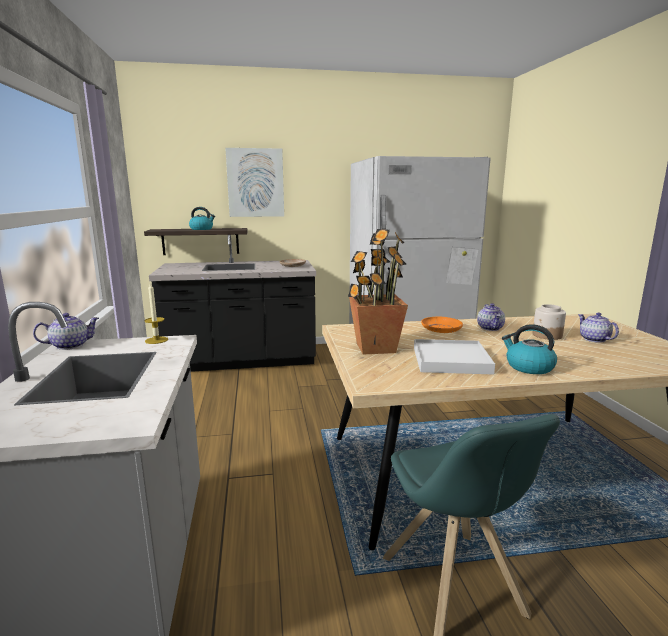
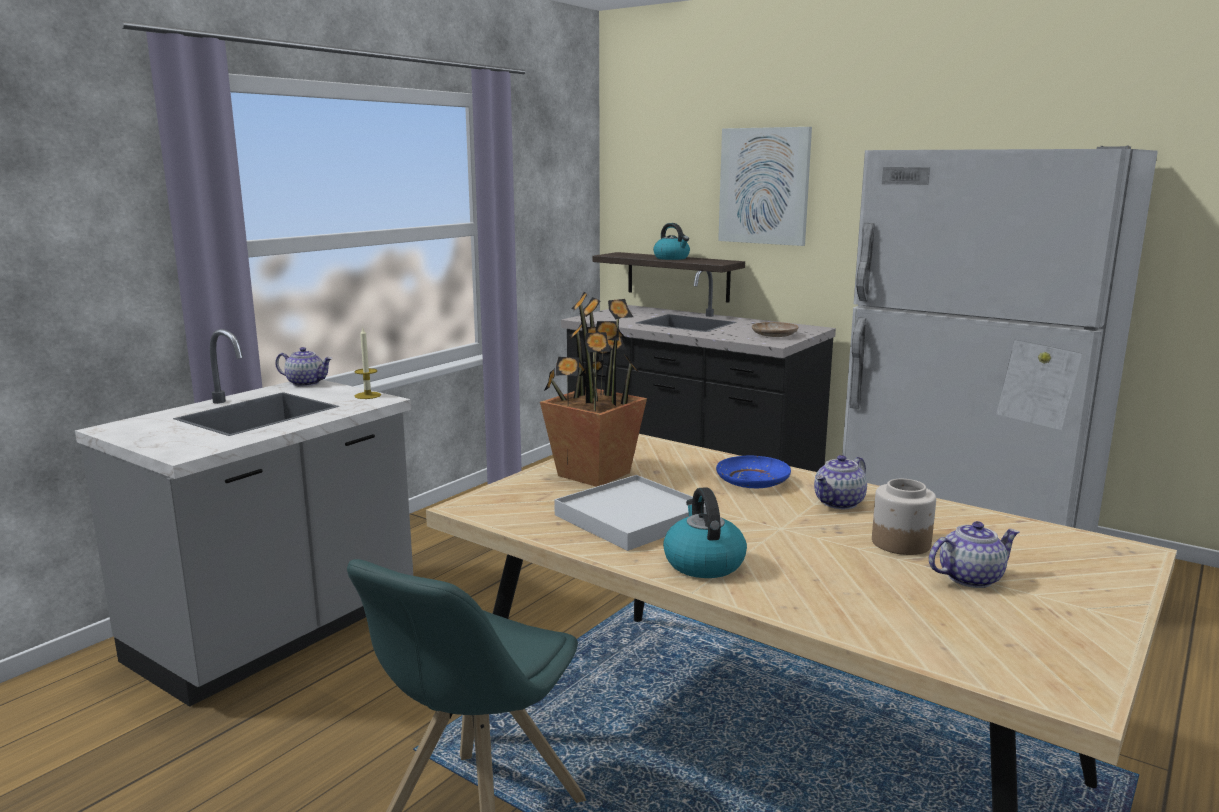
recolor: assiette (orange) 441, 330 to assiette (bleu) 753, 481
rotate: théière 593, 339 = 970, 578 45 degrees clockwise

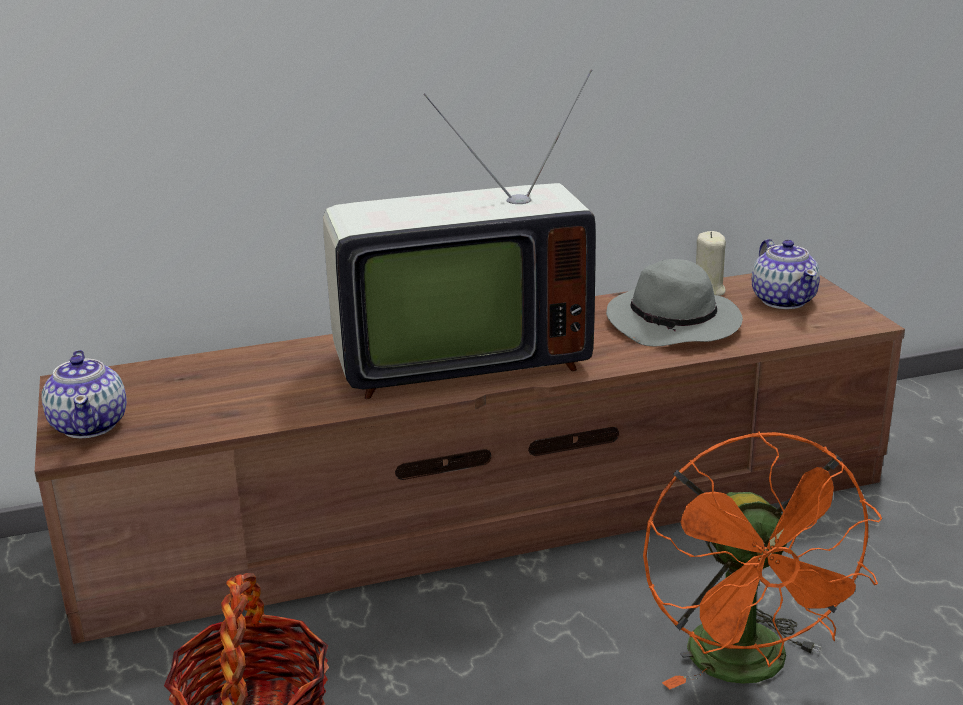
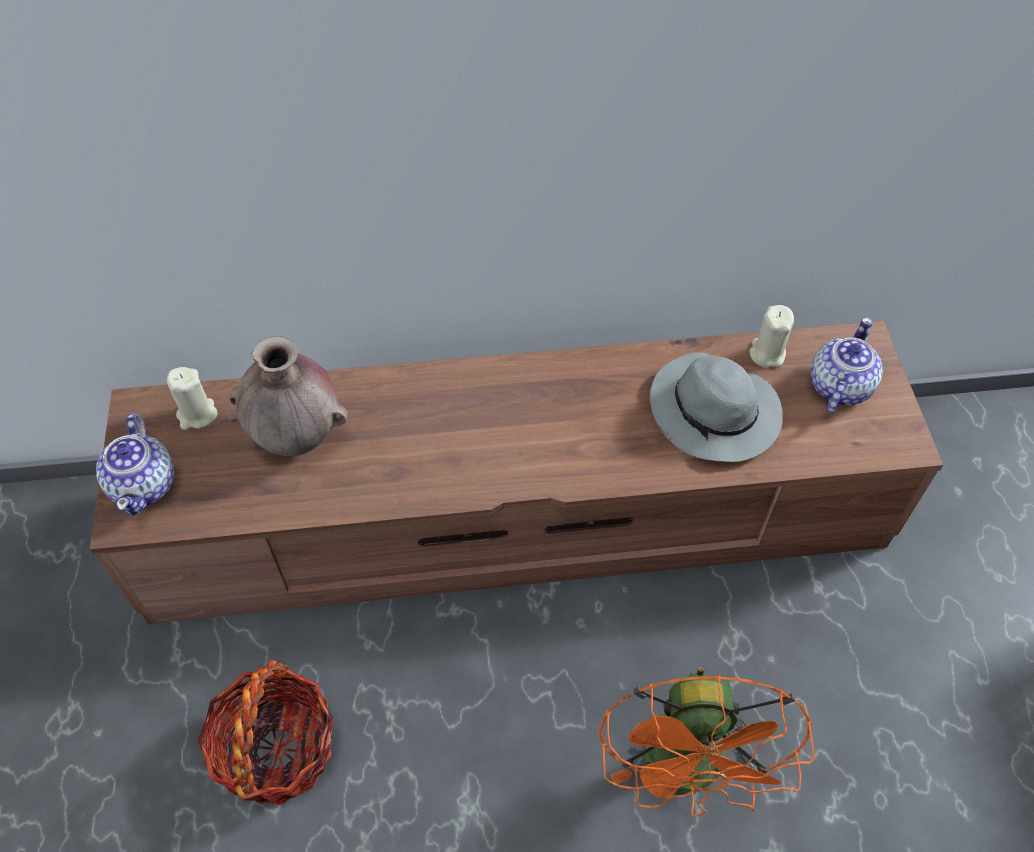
delete: téléviseur 454, 360
insert: vase (marron) 298, 436; bougie (beige) 197, 415
rotate: théière 783, 300 = 838, 387 150 degrees counterclockwise

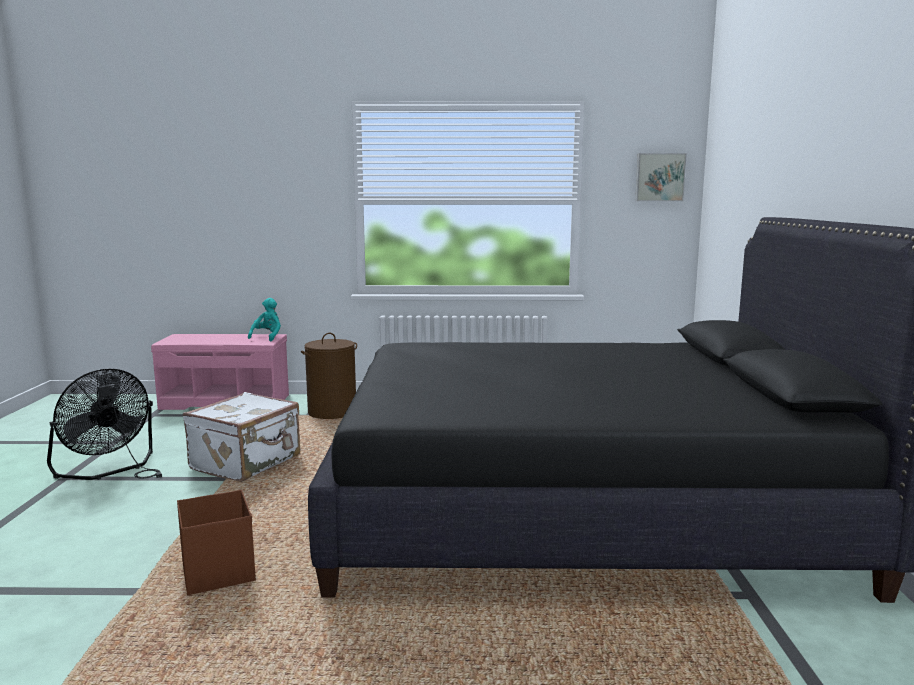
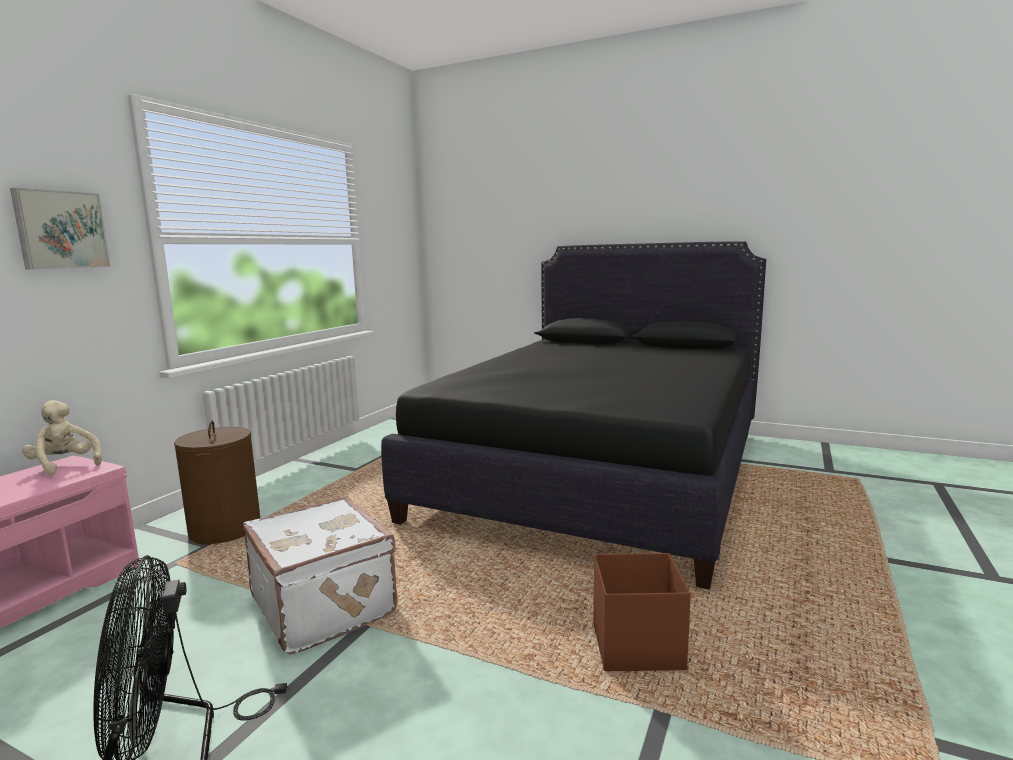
move: tableau 659, 177 to 60, 230
recolor: peluche (turquoise) 267, 337 to peluche (beige) 65, 465

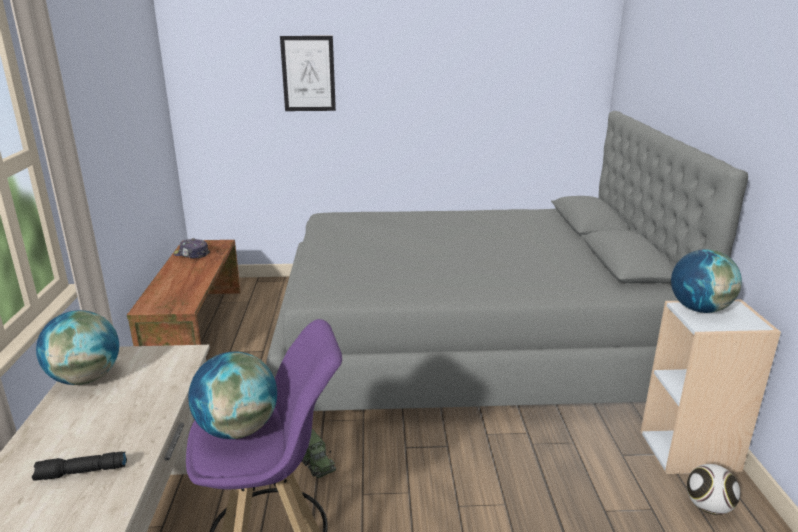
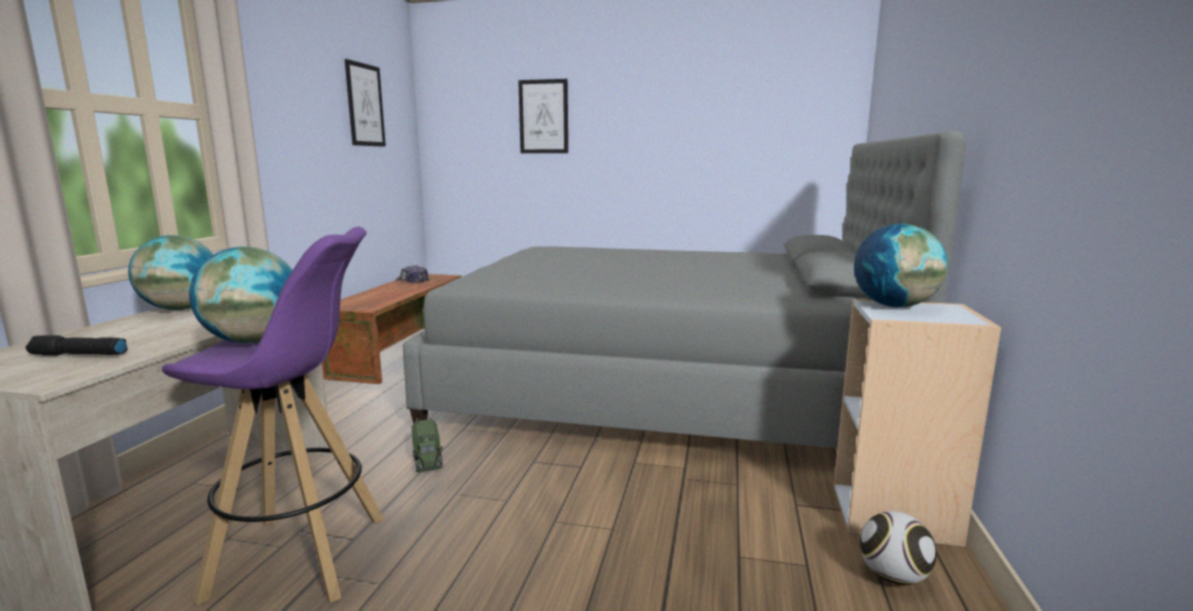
insert: tableau 365, 105

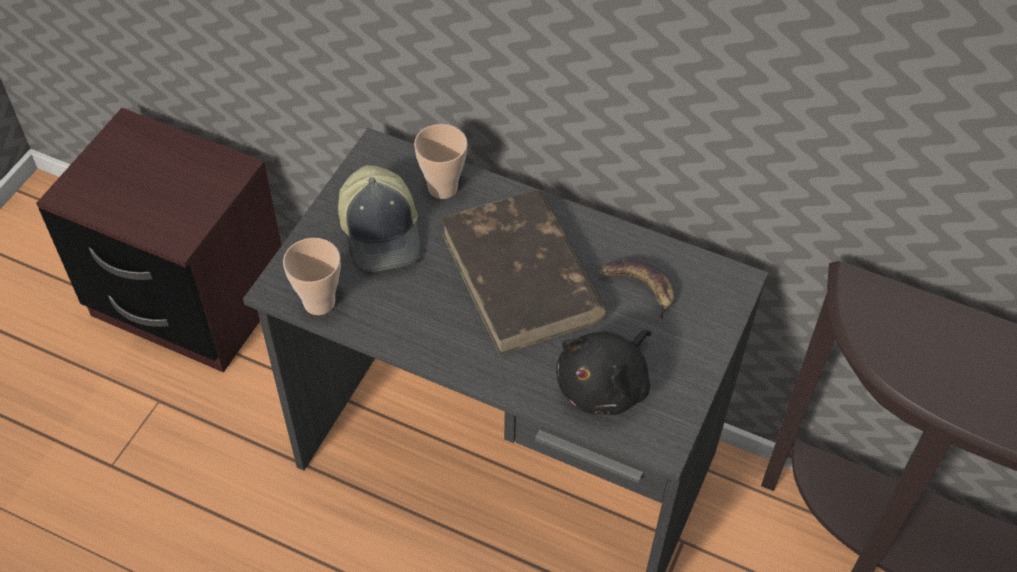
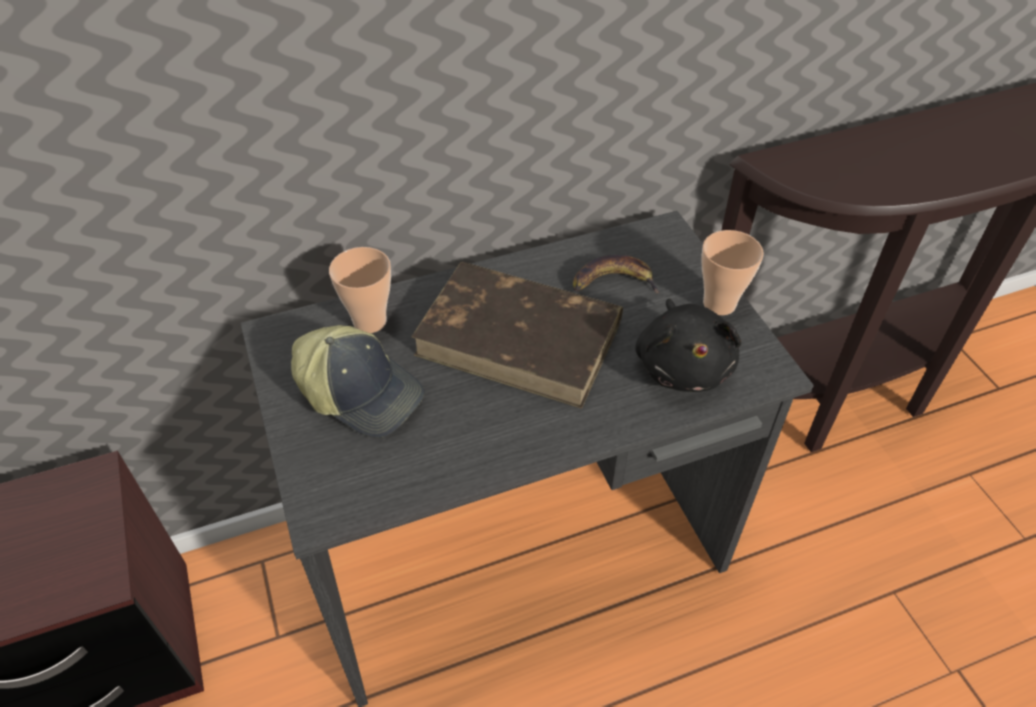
move: tasse 319, 302 to 719, 304

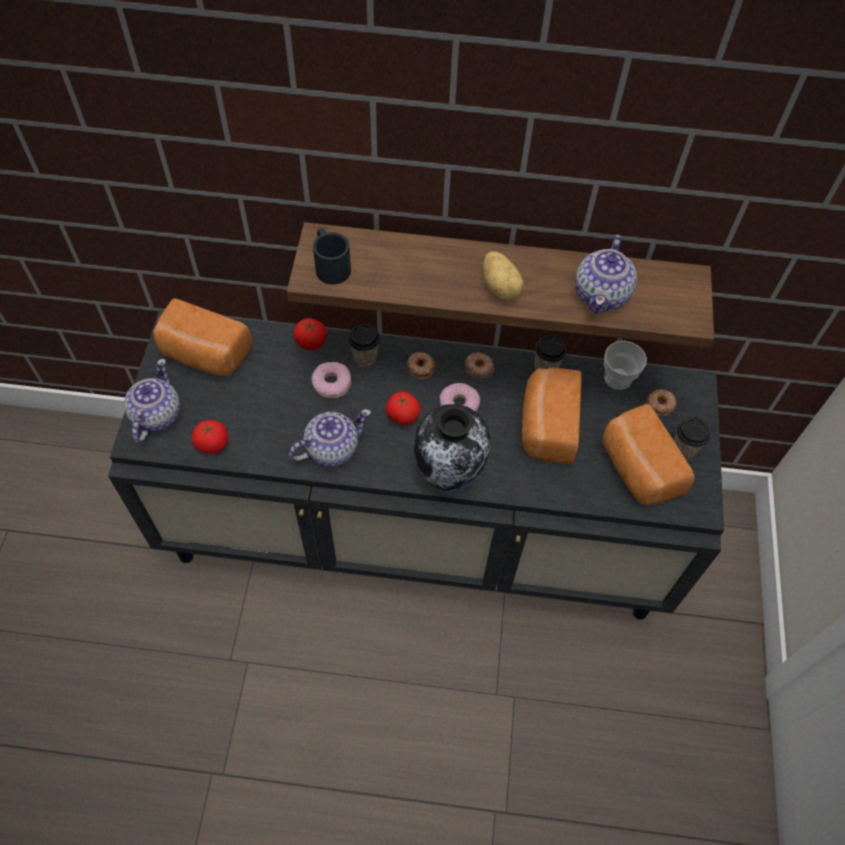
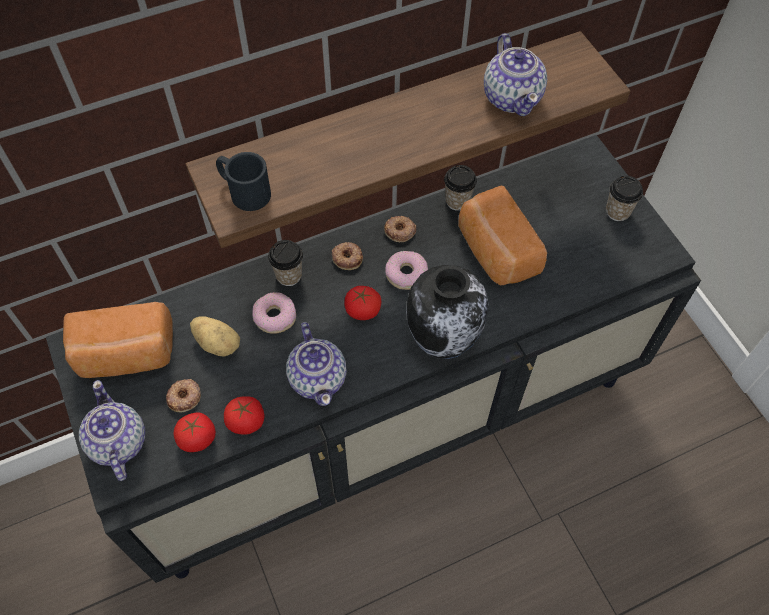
delete: tasse 618, 378; pain 637, 468
move: pomme de terre 501, 287 to 218, 343; tomate 311, 342 to 246, 422; beignet 660, 404 to 184, 397
rotate: théière 331, 449 = 318, 378 135 degrees clockwise

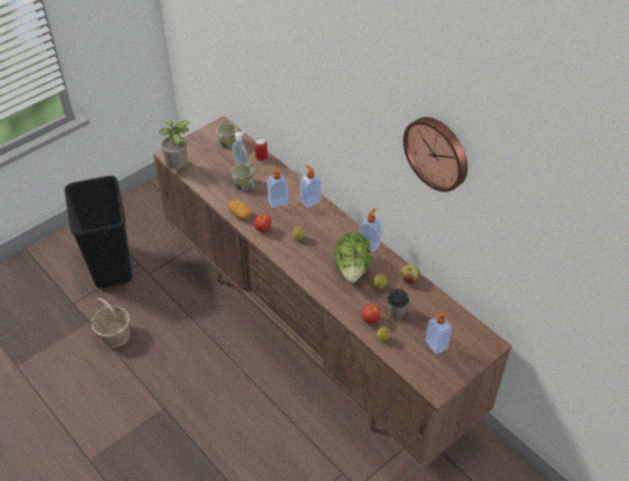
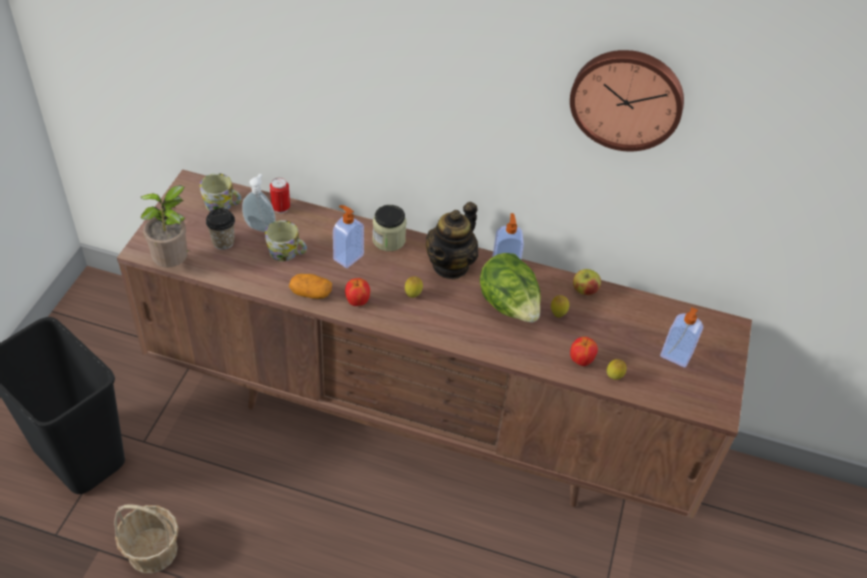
insert: théière 451, 265
move: tasse 396, 312 to 223, 242
replace: distributeur de savon 310, 201 to bocal 388, 240

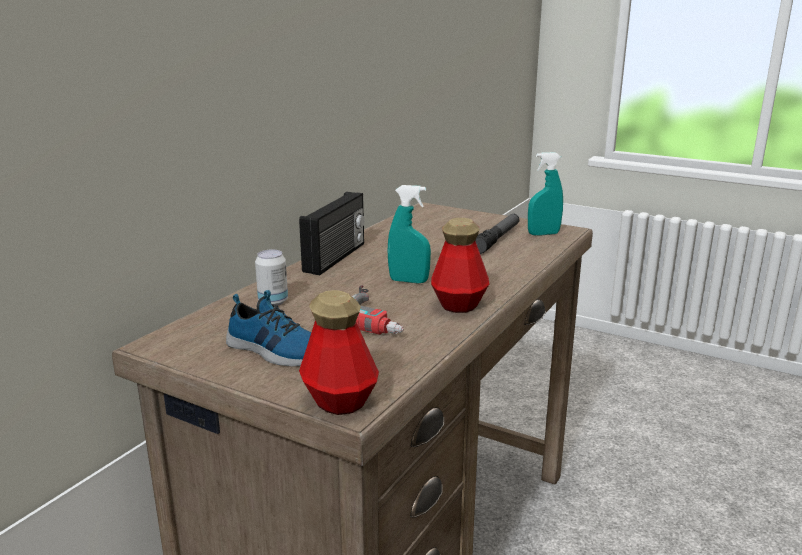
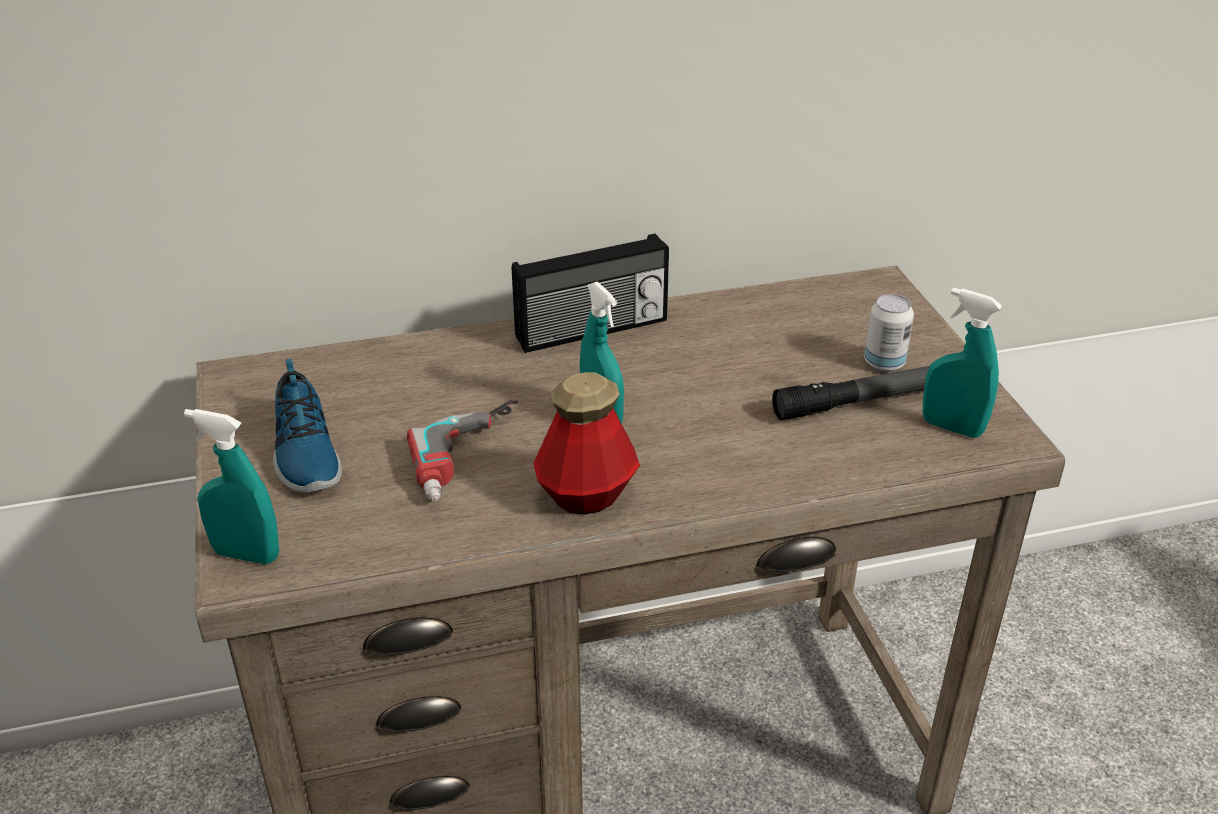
move: boîte métallique 273, 302 to 884, 363
replace: bouteille 339, 400 to vaporisateur (turquoise) 246, 554

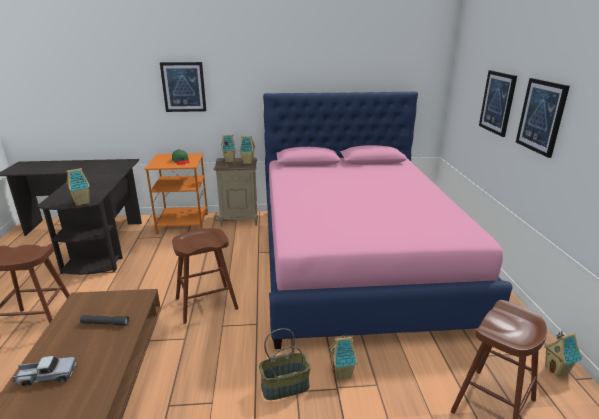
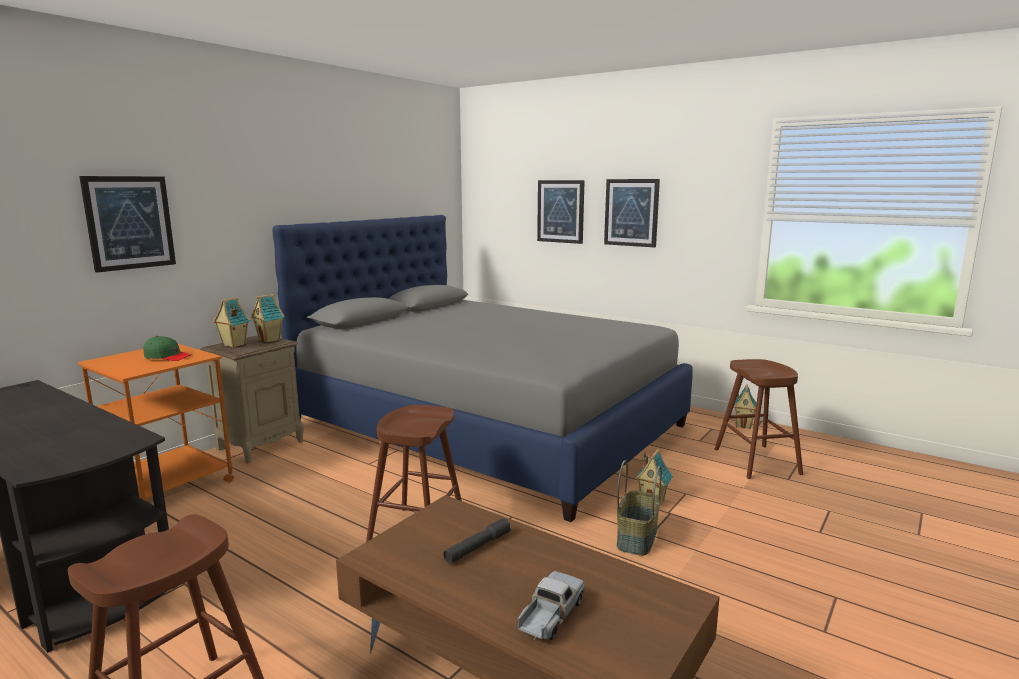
delete: maison miniature 82, 202
recolor: lit (rose) 355, 259 to lit (gris) 487, 424

